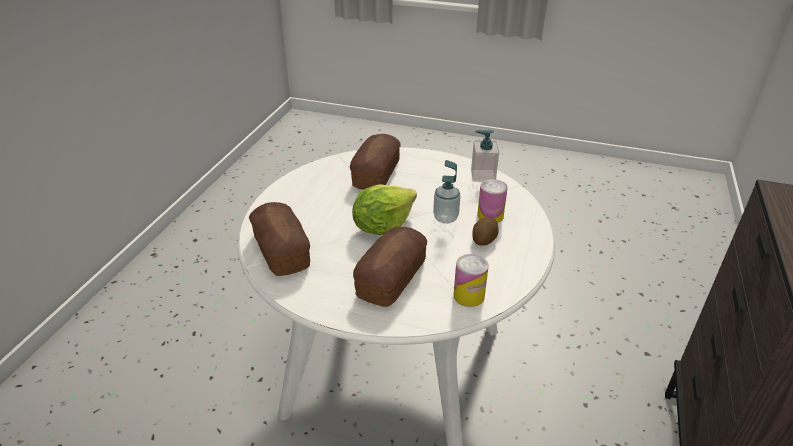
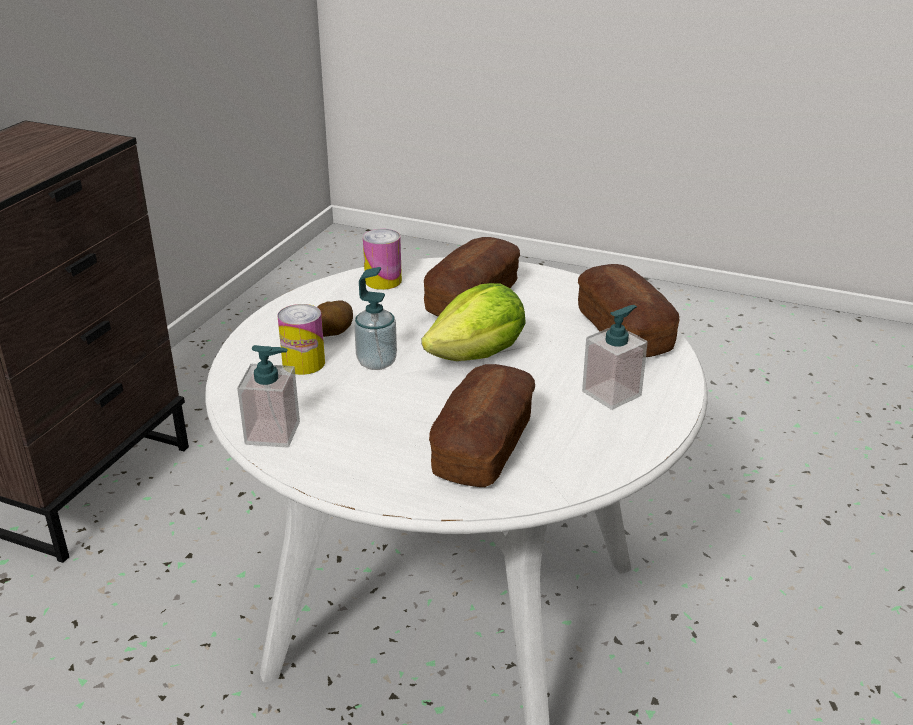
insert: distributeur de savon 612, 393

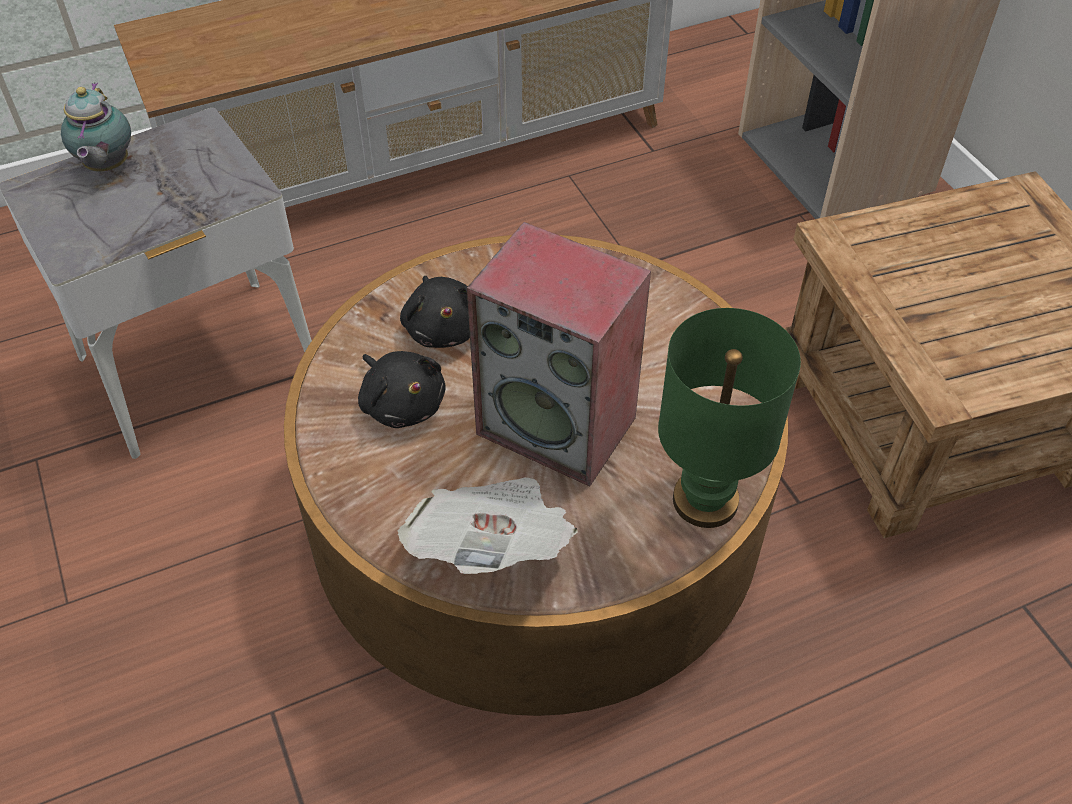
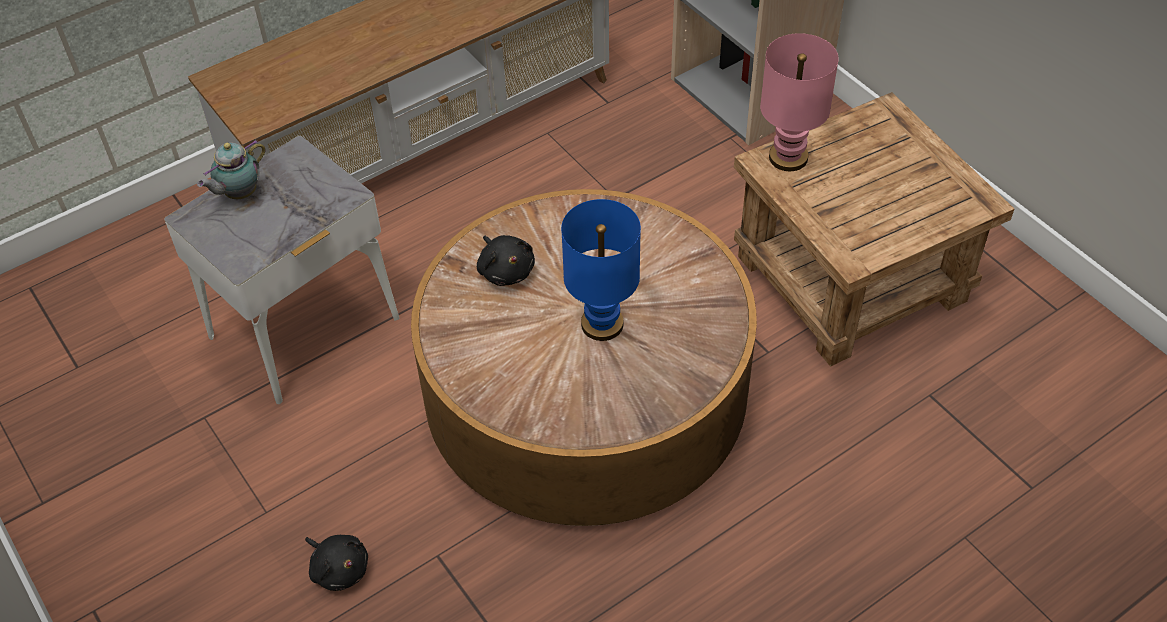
delete: lampe de table (vert) 703, 501; journal 492, 547
insert: lampe de table (rose) 787, 157
move: peluche (noir) 402, 403 to 339, 569
replace: enceinte 559, 425 to lampe de table (bleu) 603, 323
rotate: théière 106, 168 = 239, 194 60 degrees clockwise

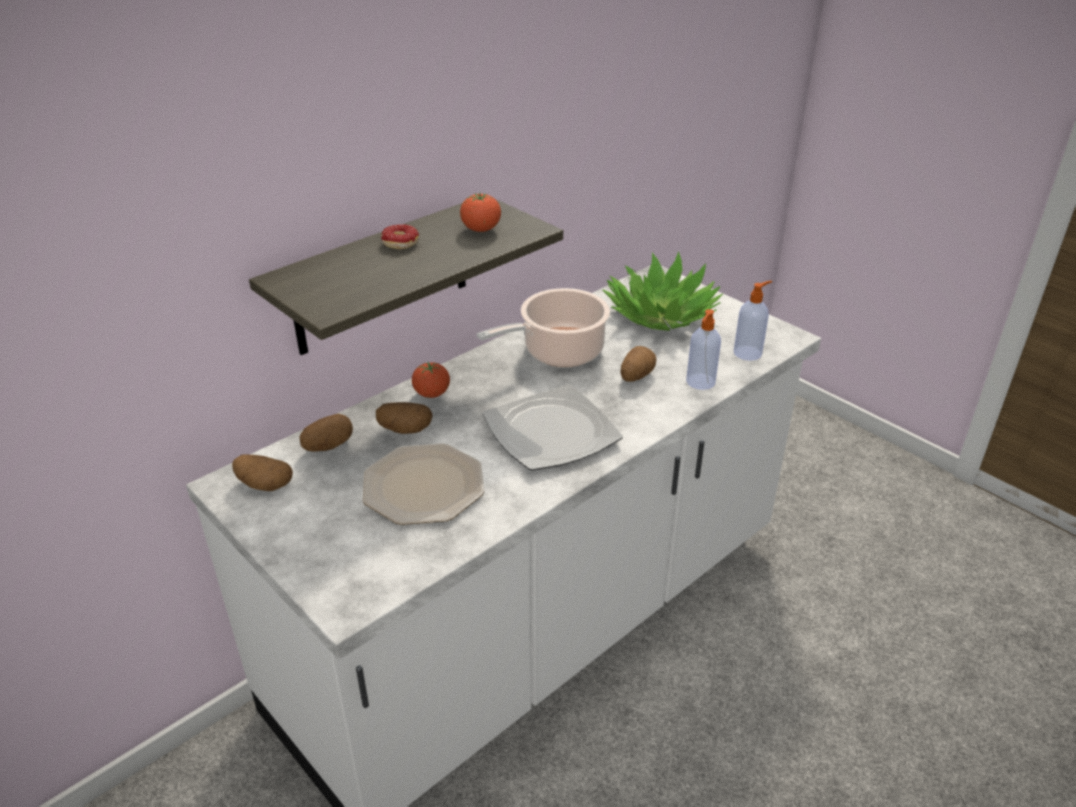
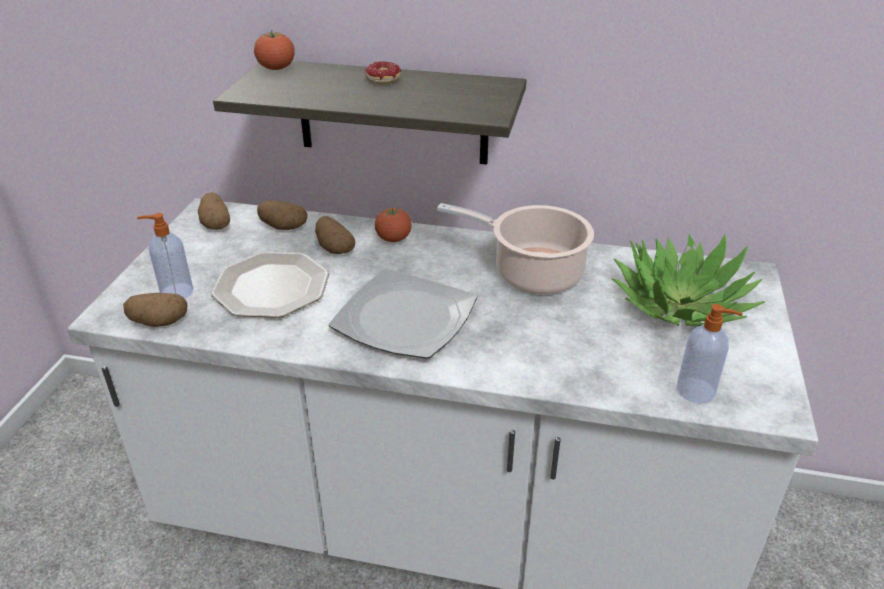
move: tomate 481, 230 to 276, 69; distributeur de savon 700, 382 to 175, 292; pomme de terre 635, 376 to 158, 322

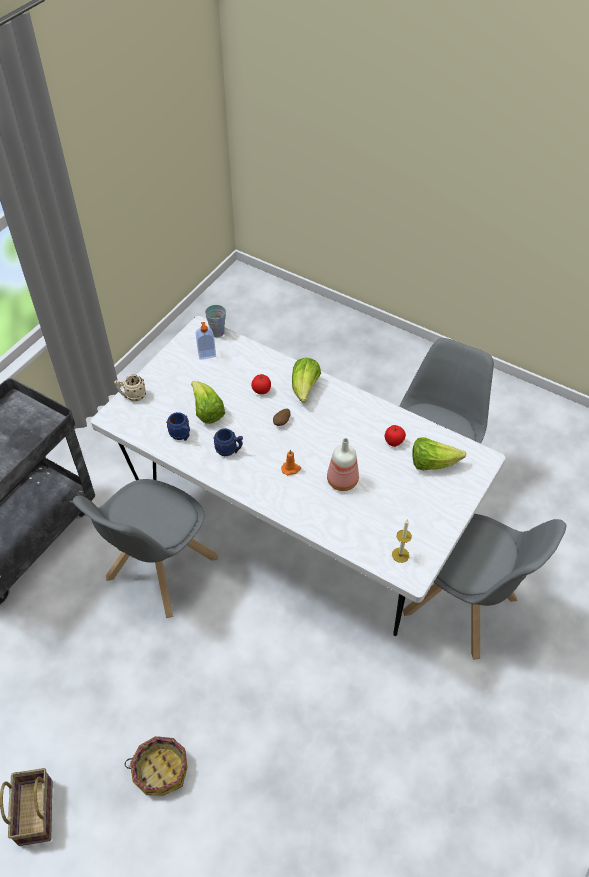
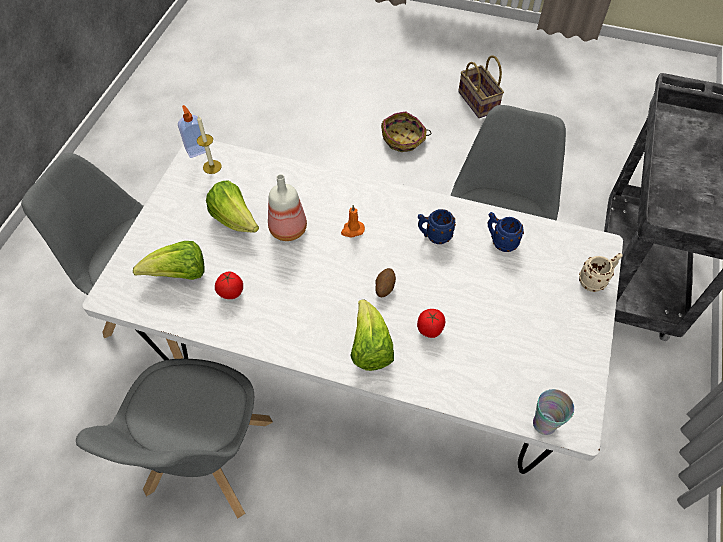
move: distributeur de savon 207, 354 to 197, 149; laitue 207, 411 to 235, 219

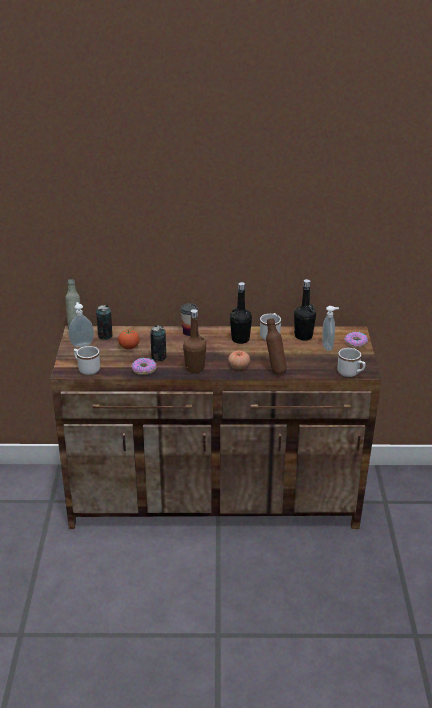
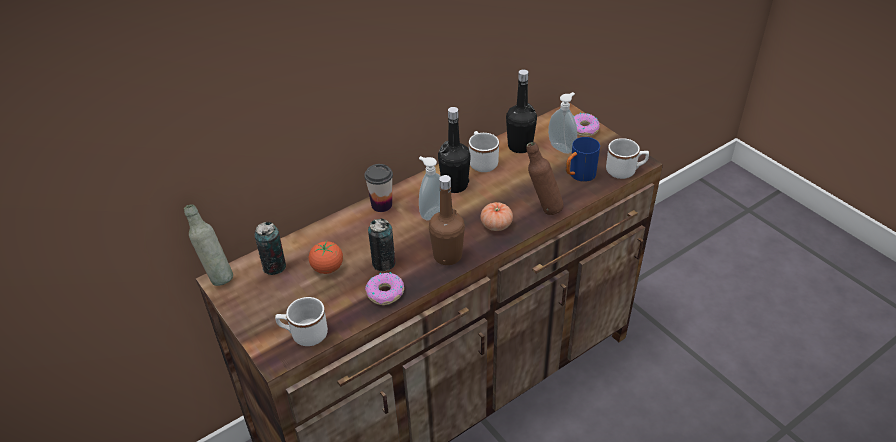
insert: mug (bleu) 578, 176
move: distributeur de savon 82, 344 to 431, 213

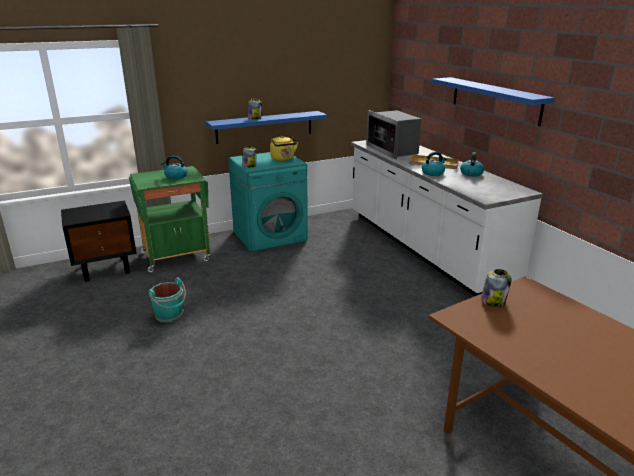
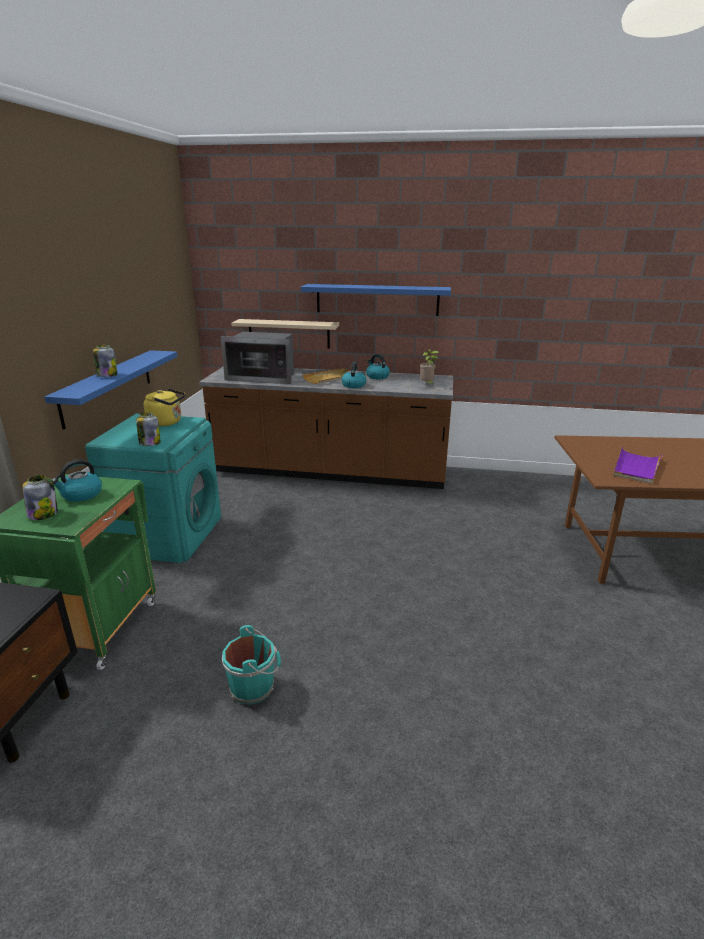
insert: étagère (beige) 289, 333; plante en pot 427, 385; plateau (violet) 636, 467
move: bocal 493, 301 to 43, 514
recolor: comptoir de cuisine (blanc) 424, 248 to comptoir de cuisine (marron) 330, 472

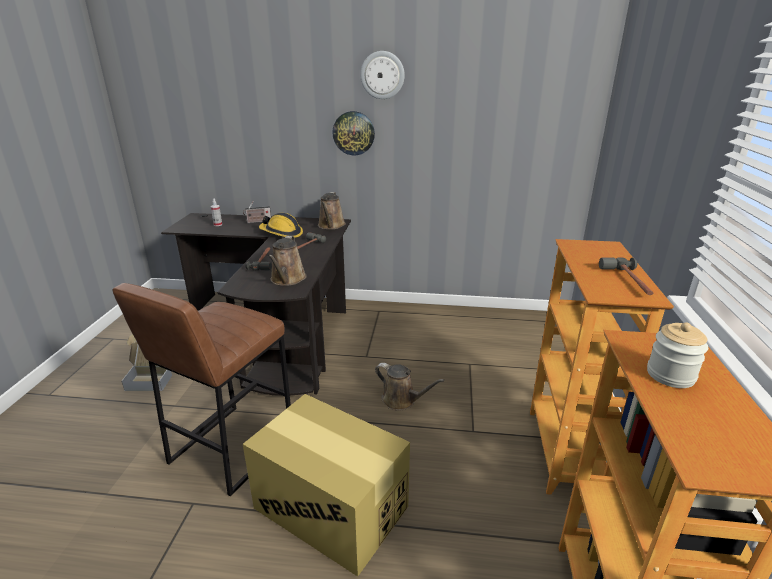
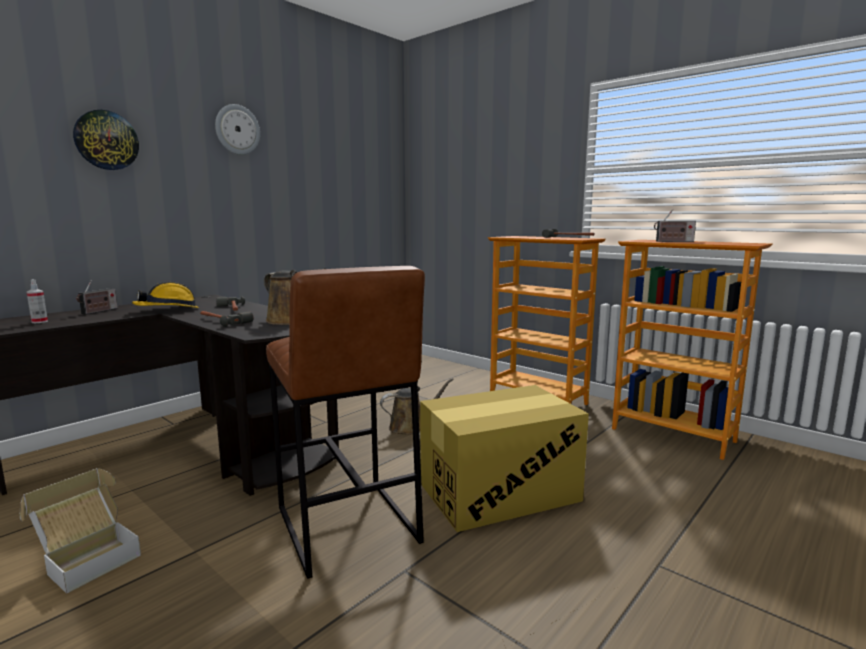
delete: arrosoir (marron) 331, 226
move: horloge murale 353, 133 to 106, 140
replace: bocal 670, 375 to radio 673, 241

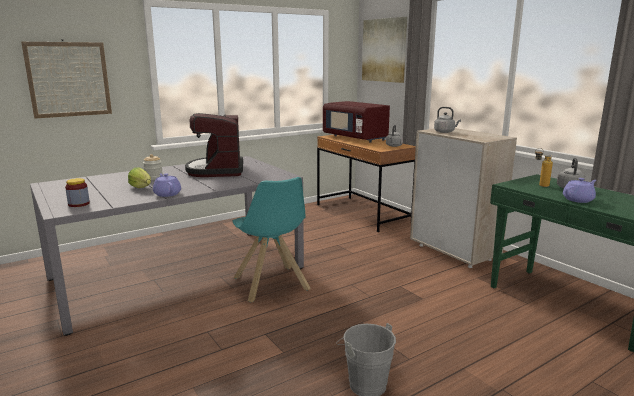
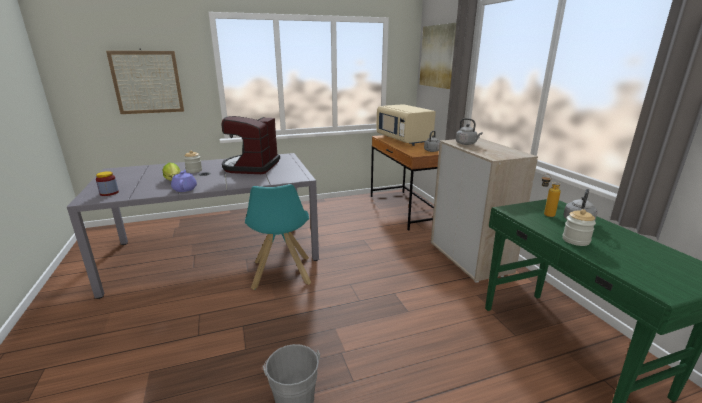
replace: théière (violet) 578, 200 to bocal 575, 240
recolor: micro-ondes (rouge) 355, 138 to micro-ondes (beige) 404, 140

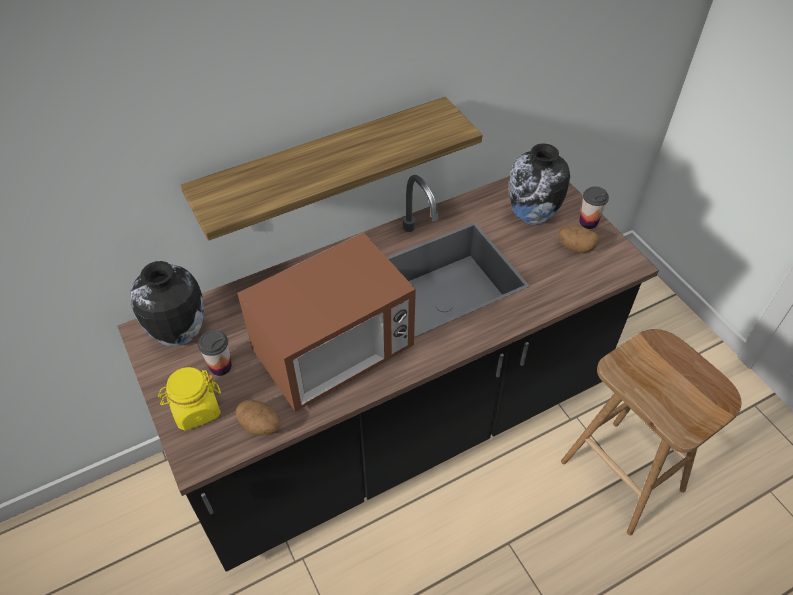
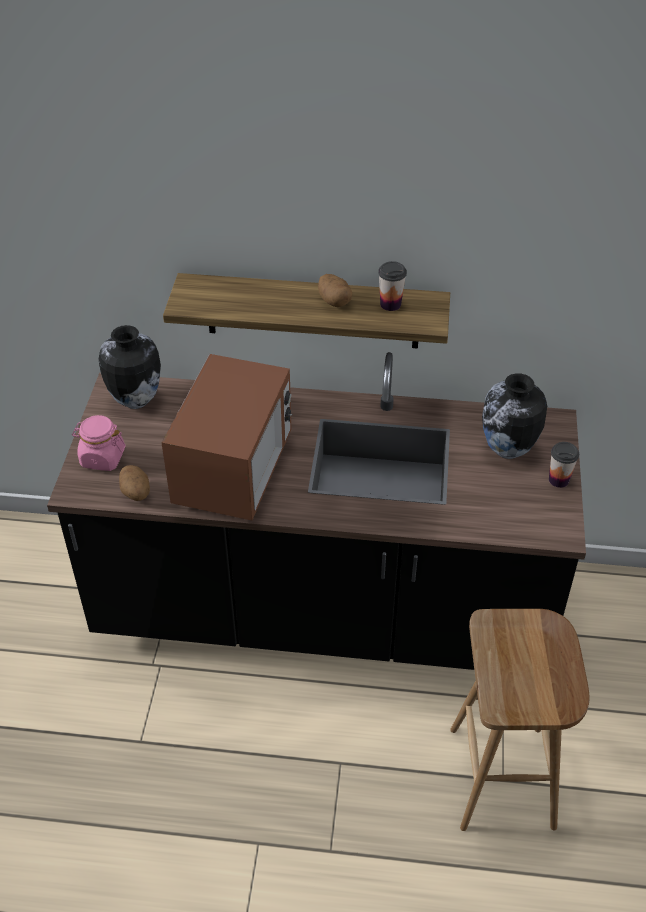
move: pomme de terre 575, 247 to 334, 301; tasse 220, 366 to 390, 304
recolor: bocal (jaune) 196, 410 to bocal (rose) 102, 458
rotate: micro-ondes 334, 353 = 234, 471 75 degrees counterclockwise

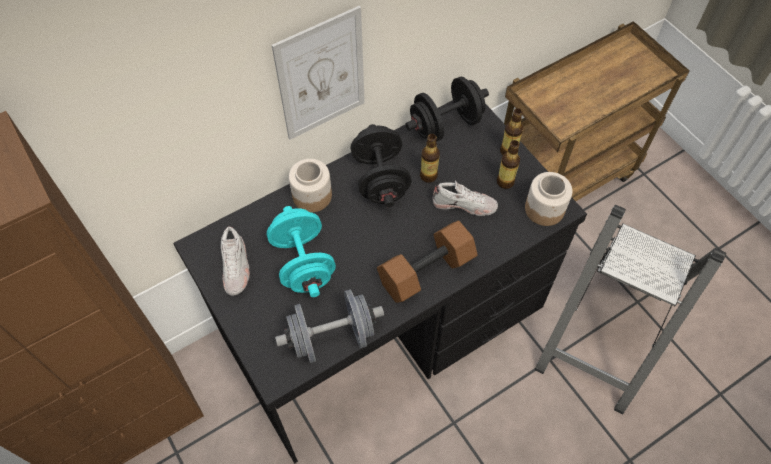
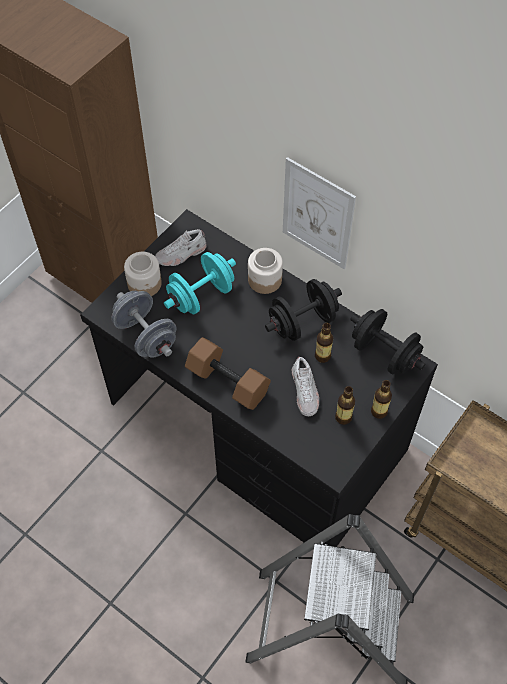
move: bocal 545, 209 to 145, 284

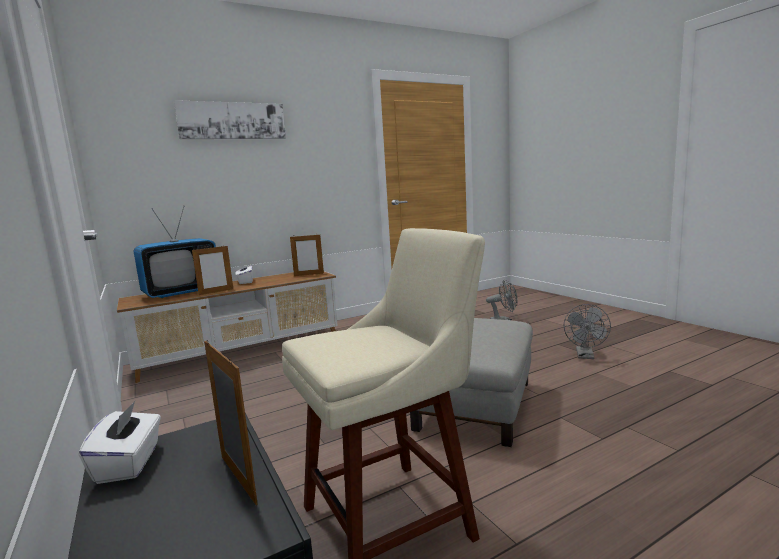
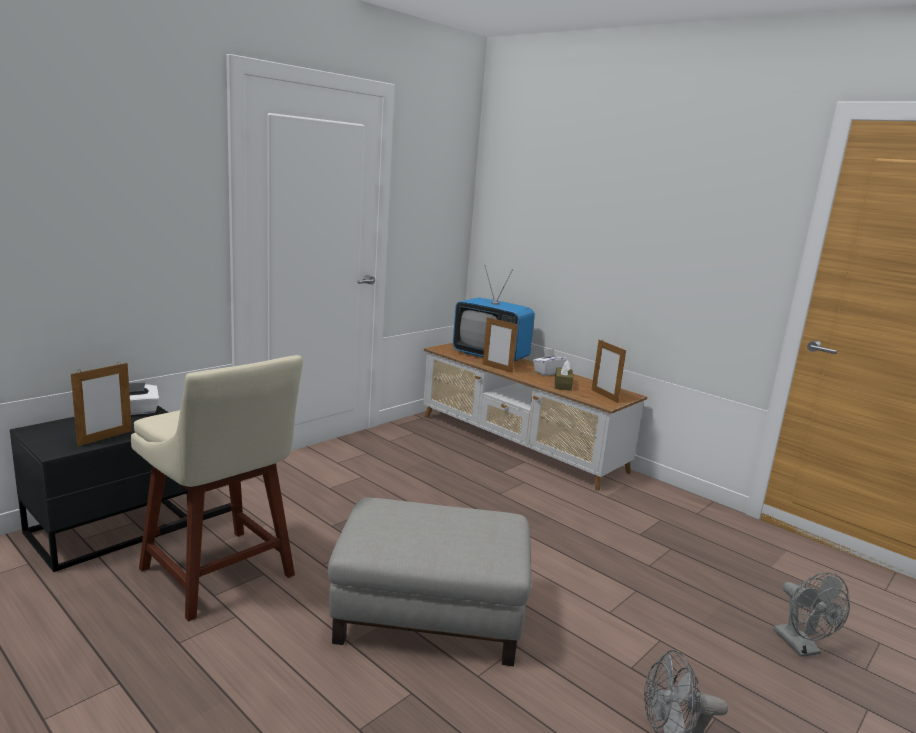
delete: tableau 232, 121
insert: boîte à mouchoirs (marron) 562, 385

